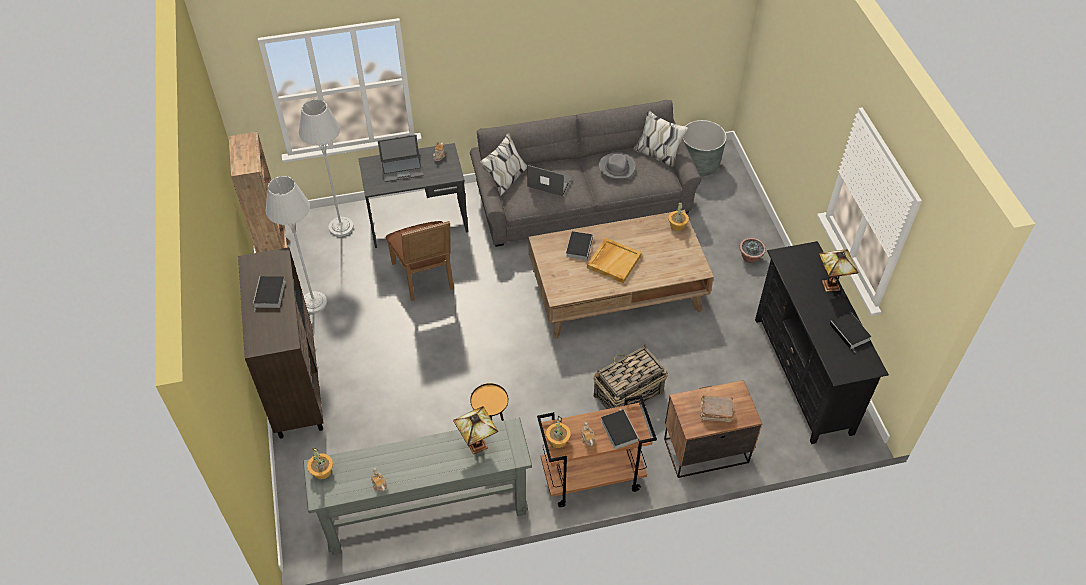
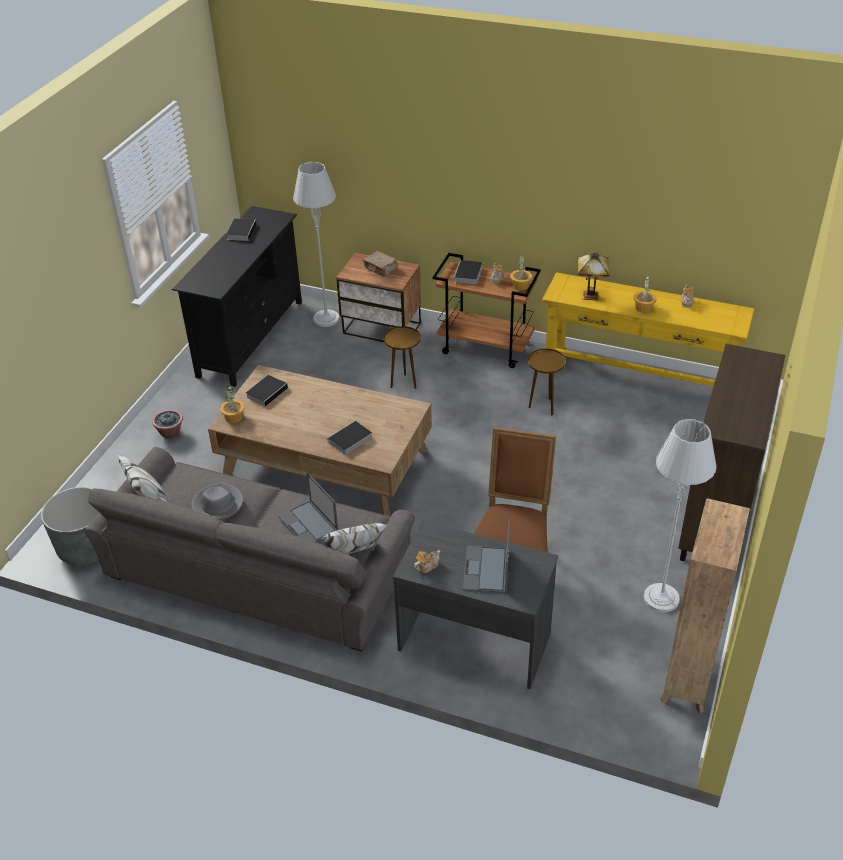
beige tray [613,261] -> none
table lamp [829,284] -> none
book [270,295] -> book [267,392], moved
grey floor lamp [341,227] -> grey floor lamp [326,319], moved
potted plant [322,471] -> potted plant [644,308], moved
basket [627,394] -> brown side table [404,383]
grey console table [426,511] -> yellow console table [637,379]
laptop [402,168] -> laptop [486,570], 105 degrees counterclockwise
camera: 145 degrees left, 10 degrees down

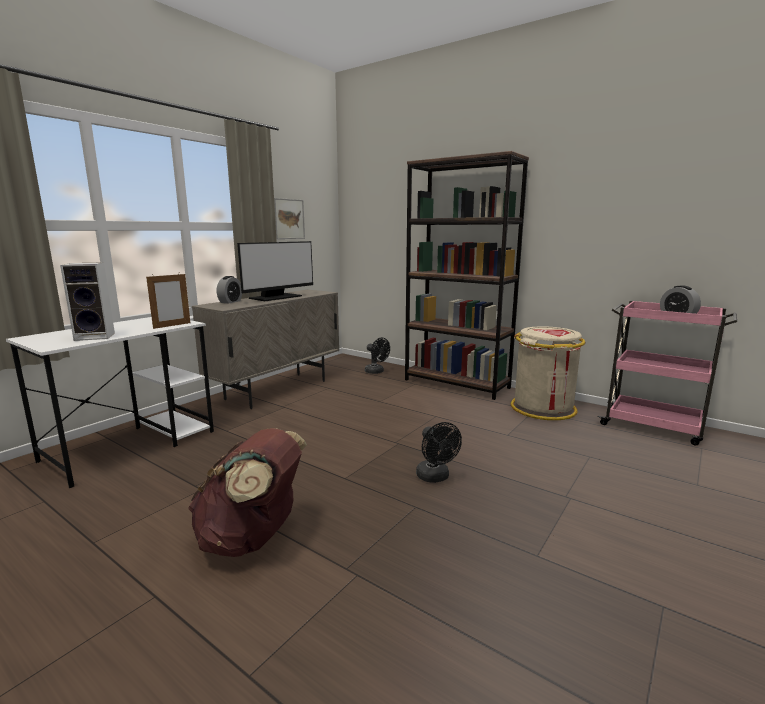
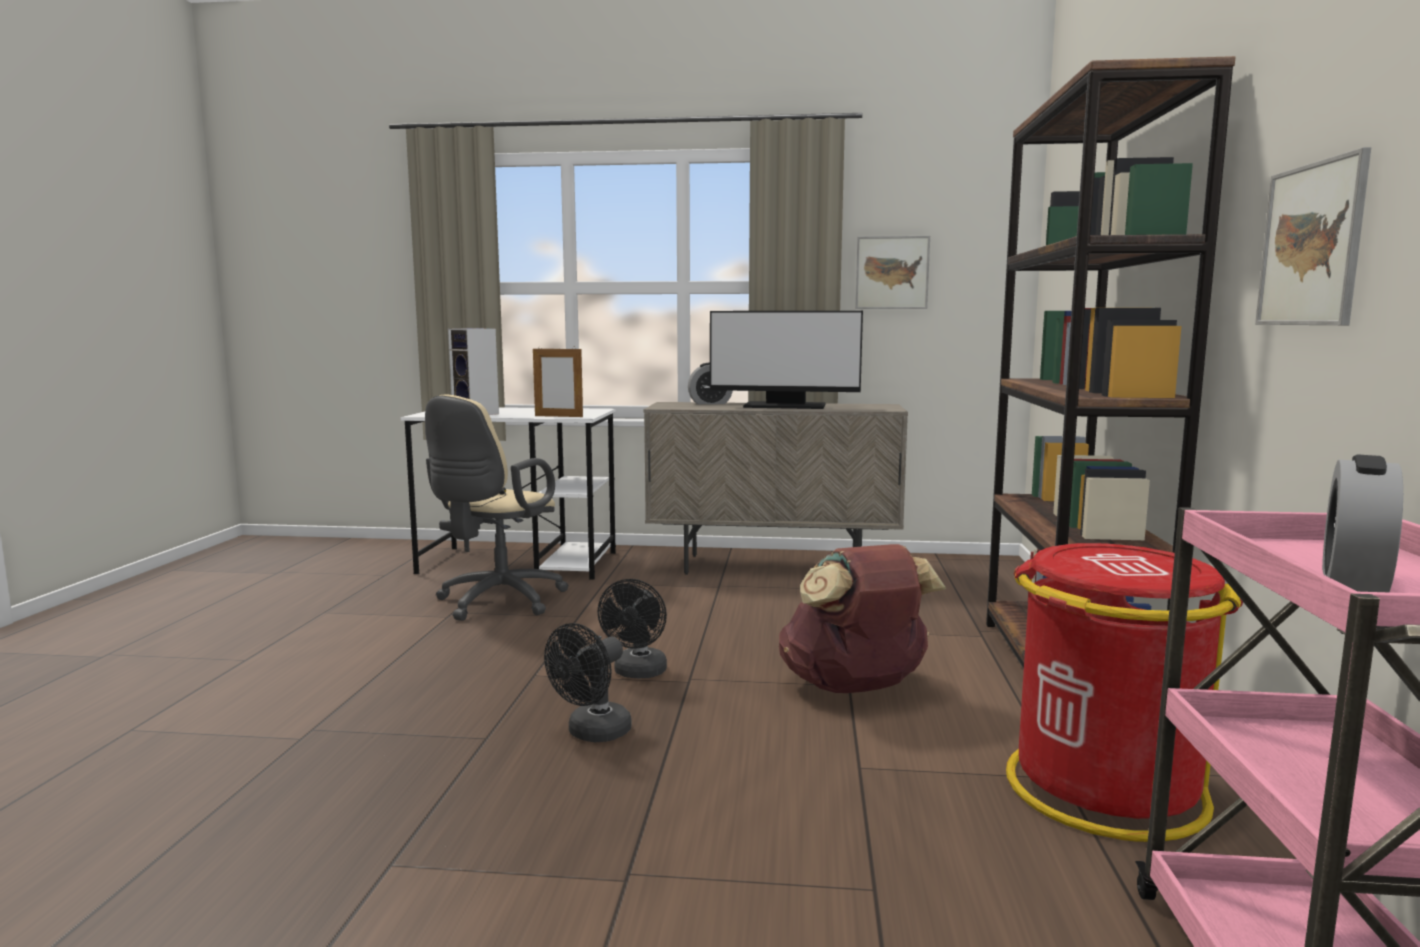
none -> beige office chair [496,603]
none -> picture [1311,245]
brown backpack [252,538] -> brown backpack [855,687], moved
black fan [376,372] -> black fan [638,673], moved
beige trash can [543,408] -> red trash can [1103,789]
camera: 60 degrees right, 5 degrees down

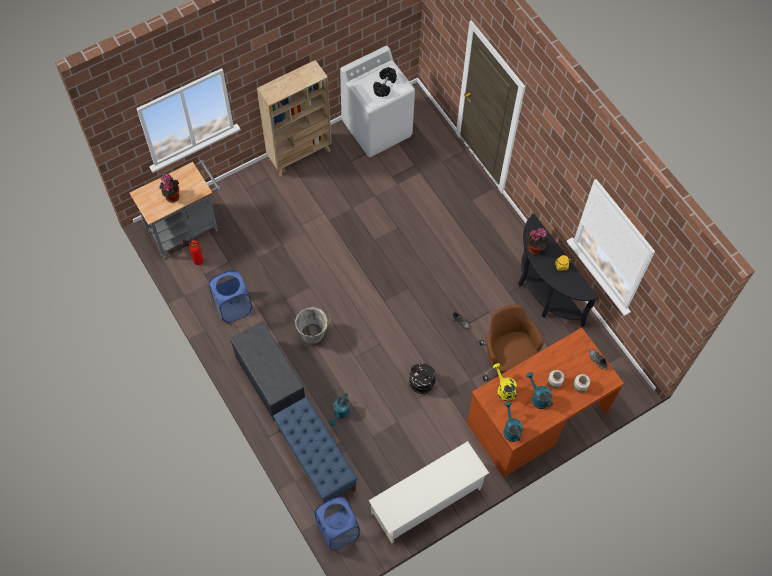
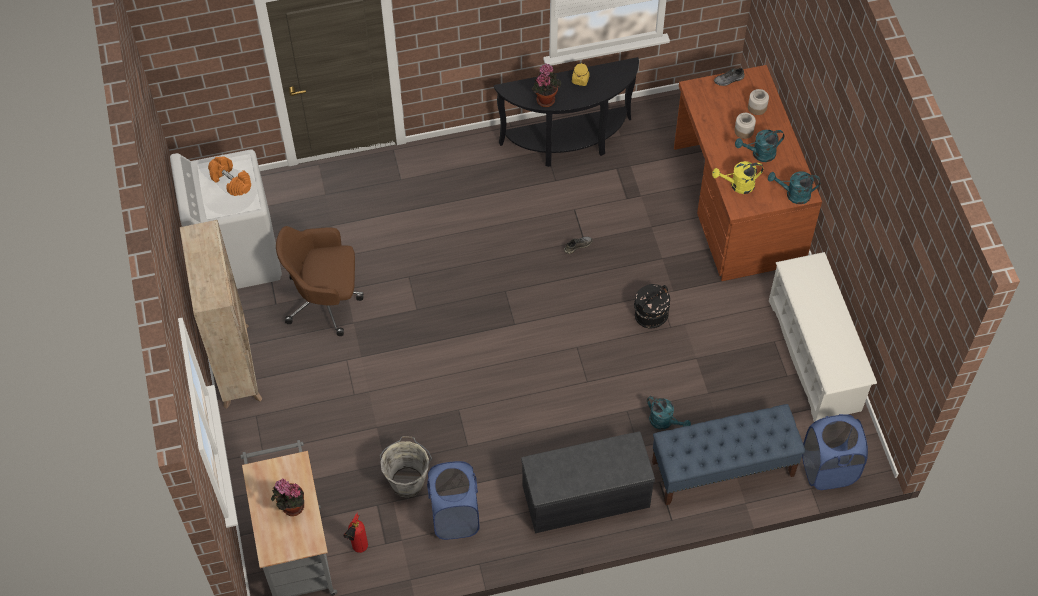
grey bucket [313,334] -> grey bucket [407,481], moved
brown office chair [507,360] -> brown office chair [326,300], moved
black dumbbell [384,85] -> orange dumbbell [230,181]
camera: 70 degrees left, 5 degrees down

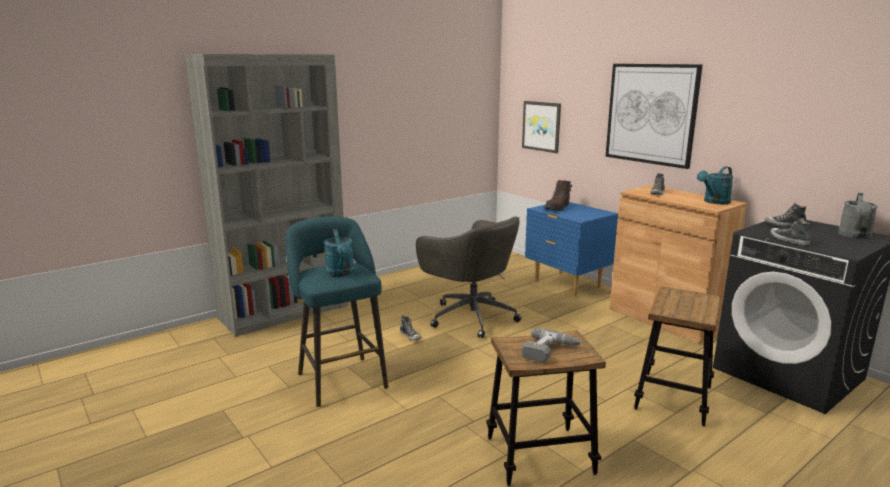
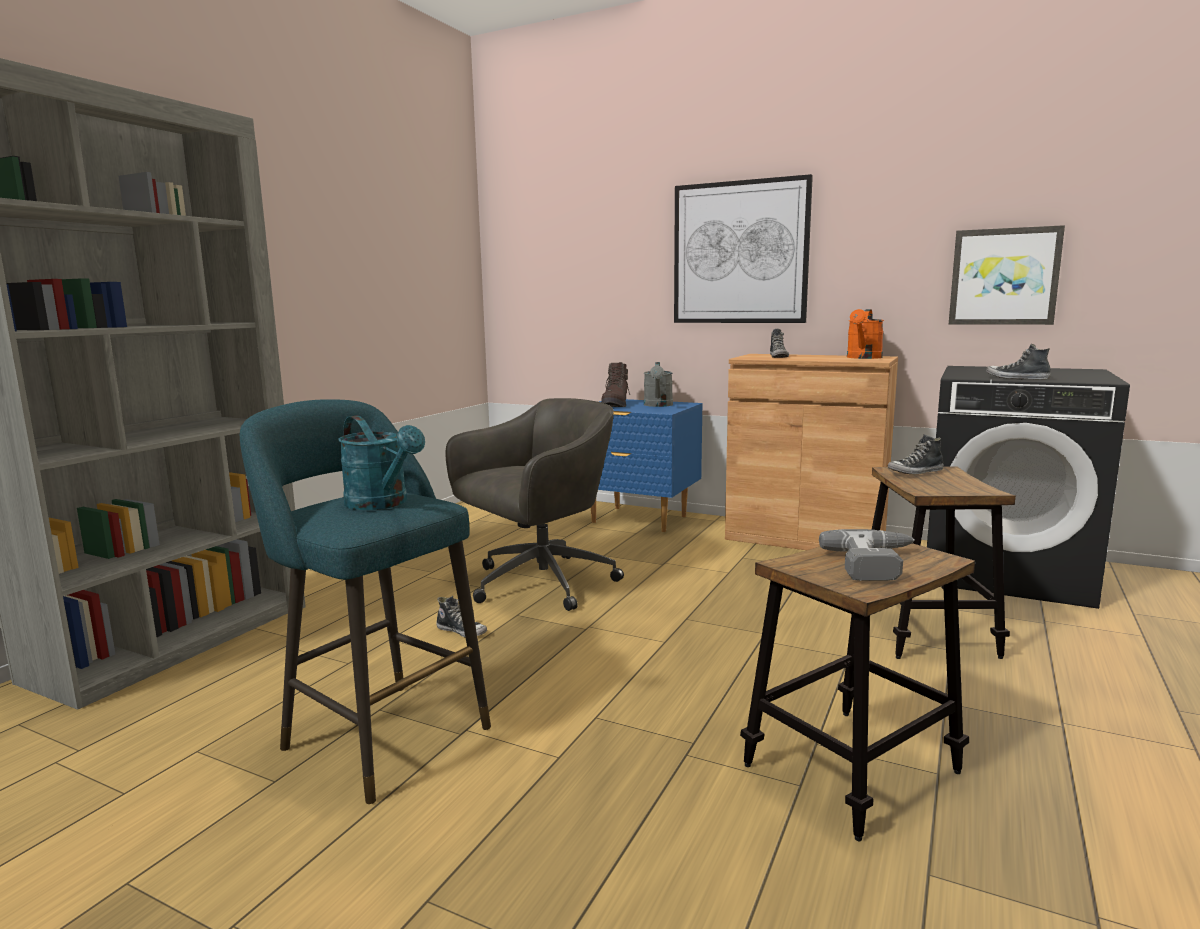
picture [541,126] -> picture [1004,277], moved
shoe [784,225] -> shoe [915,472], moved
grey watering can [855,236] -> grey watering can [658,405], moved
turquoise watering can [714,202] -> orange watering can [863,358]
grey office chair [470,316] -> grey office chair [539,584], 60 degrees counterclockwise
camera: 25 degrees left, 5 degrees down

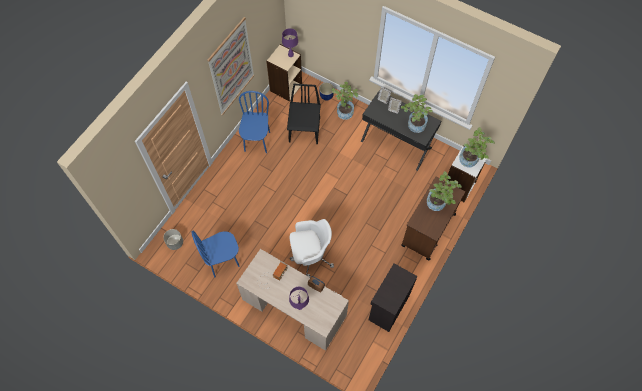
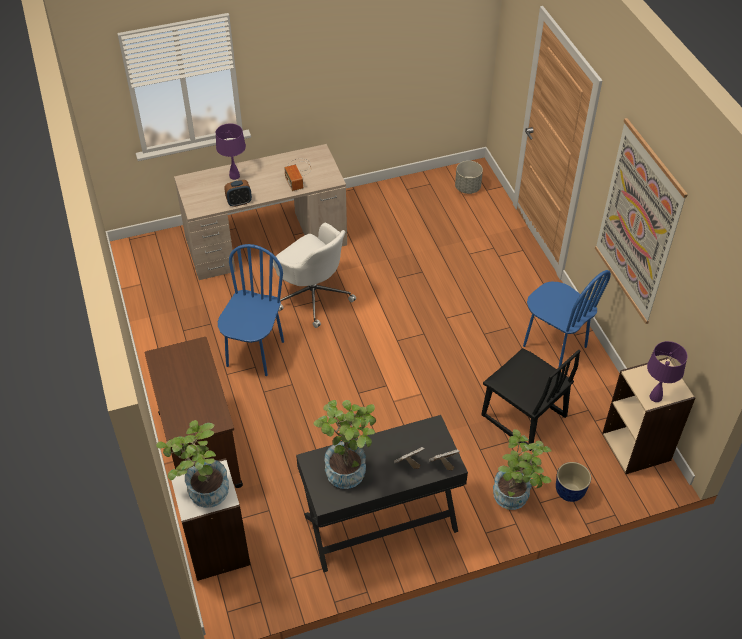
black cabinet [388,307] -> none
potted plant [438,204] -> none
blue chair [222,261] -> blue chair [254,353], moved
white office chair [310,255] -> white office chair [313,295], 75 degrees counterclockwise
camera: 130 degrees right, 15 degrees down

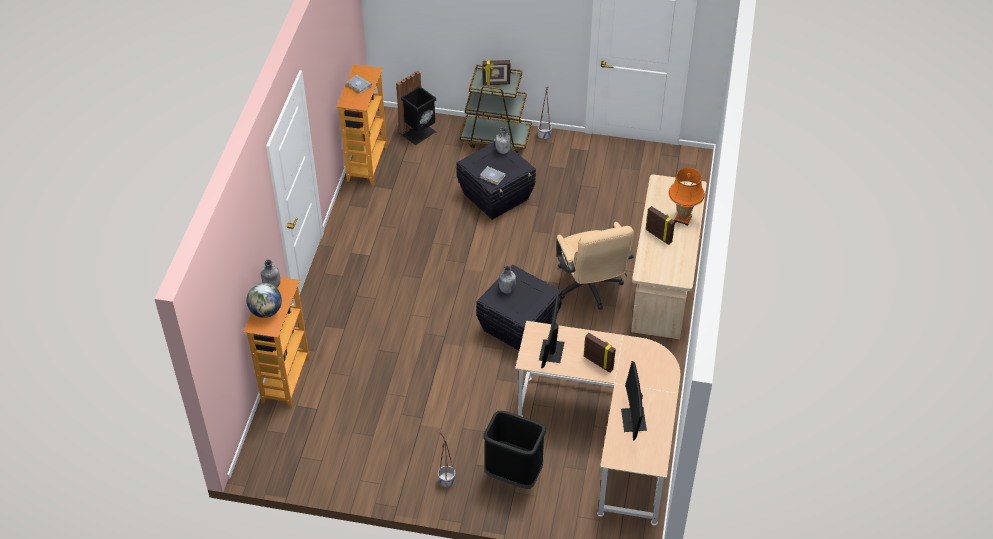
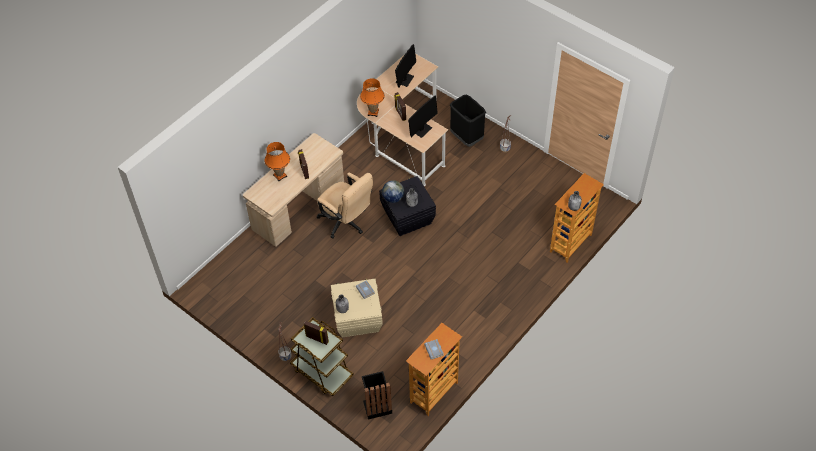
none -> orange table lamp [373,112]
globe [266,311] -> globe [393,198], moved
black storage box [496,196] -> beige storage box [357,318]
beige office chair [590,289] -> beige office chair [346,223], 120 degrees clockwise
camera: 150 degrees left, 5 degrees up

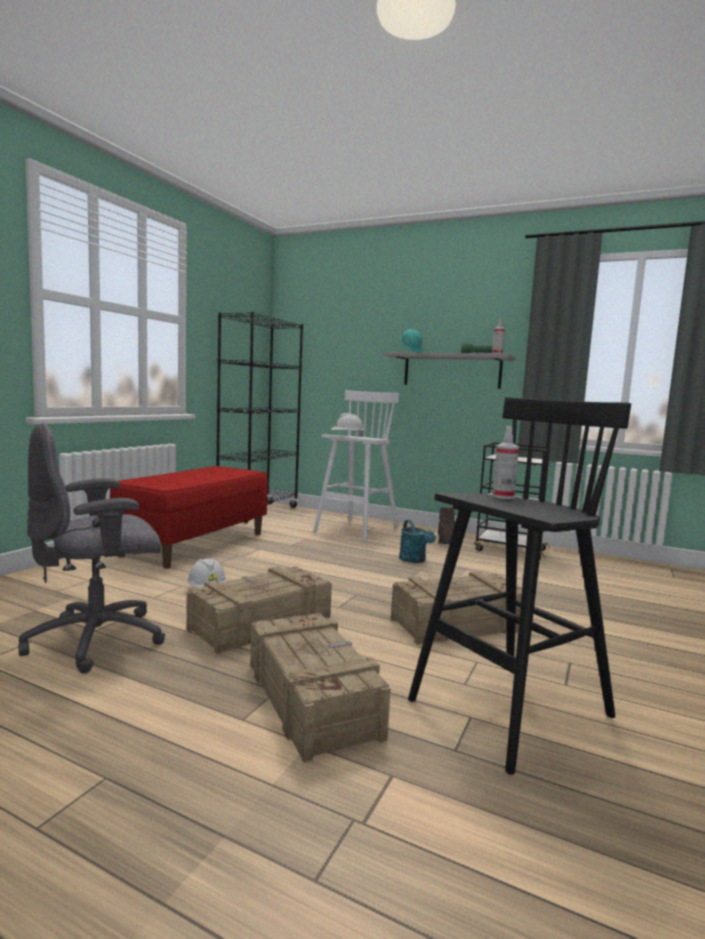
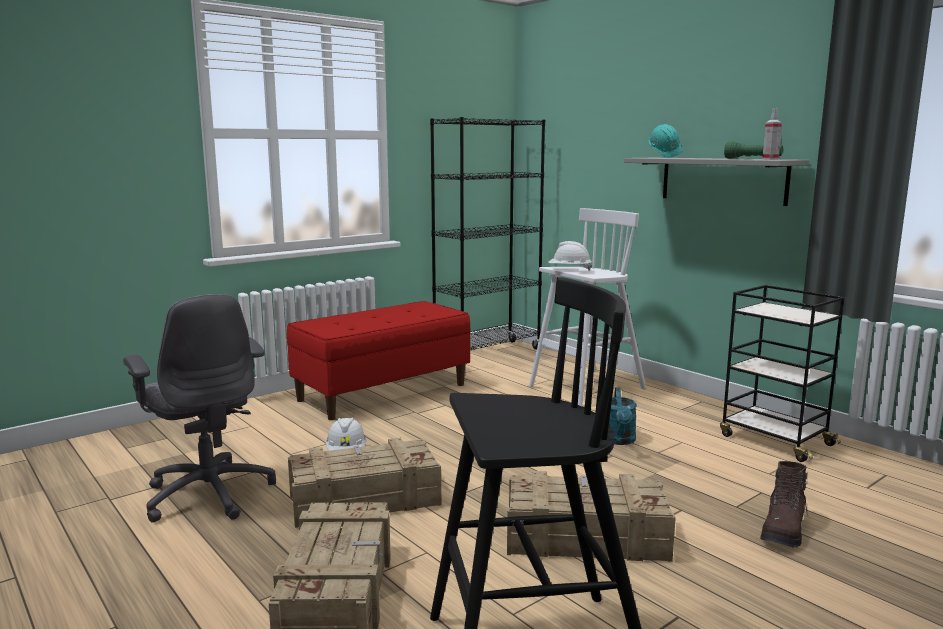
spray bottle [503,496] -> none
brown boot [446,541] -> brown boot [783,531], moved
grey office chair [99,640] -> grey office chair [209,493], 120 degrees counterclockwise
camera: 25 degrees right, 5 degrees up

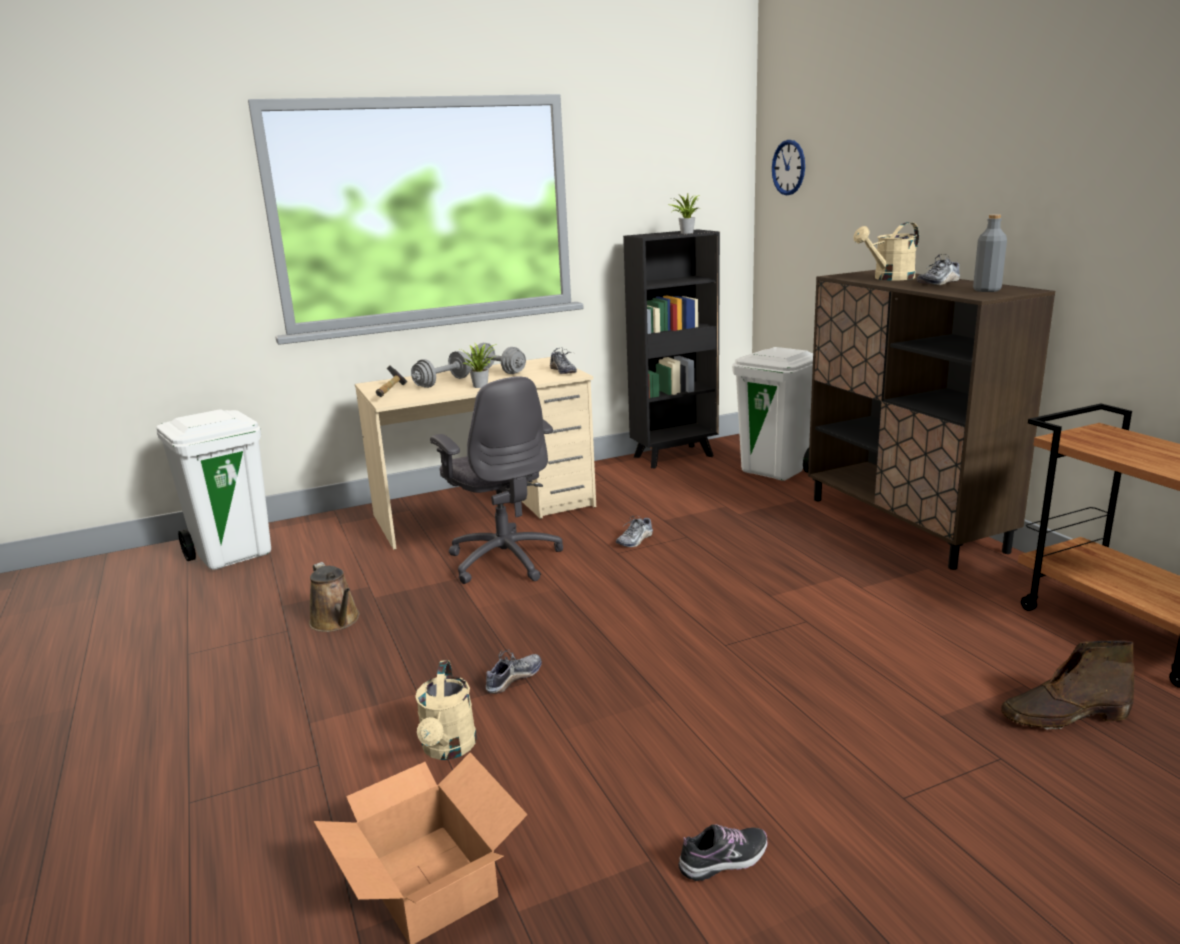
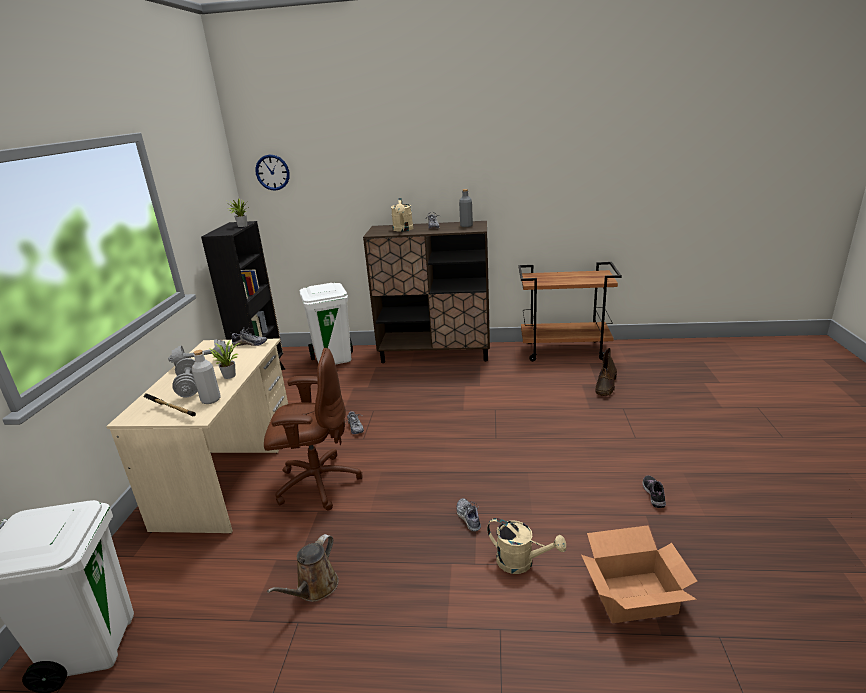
none -> grey bottle [211,400]
grey office chair [504,559] -> brown office chair [317,483]
brown watering can [336,621] -> brown watering can [314,588], 120 degrees clockwise
camera: 60 degrees left, 5 degrees up

